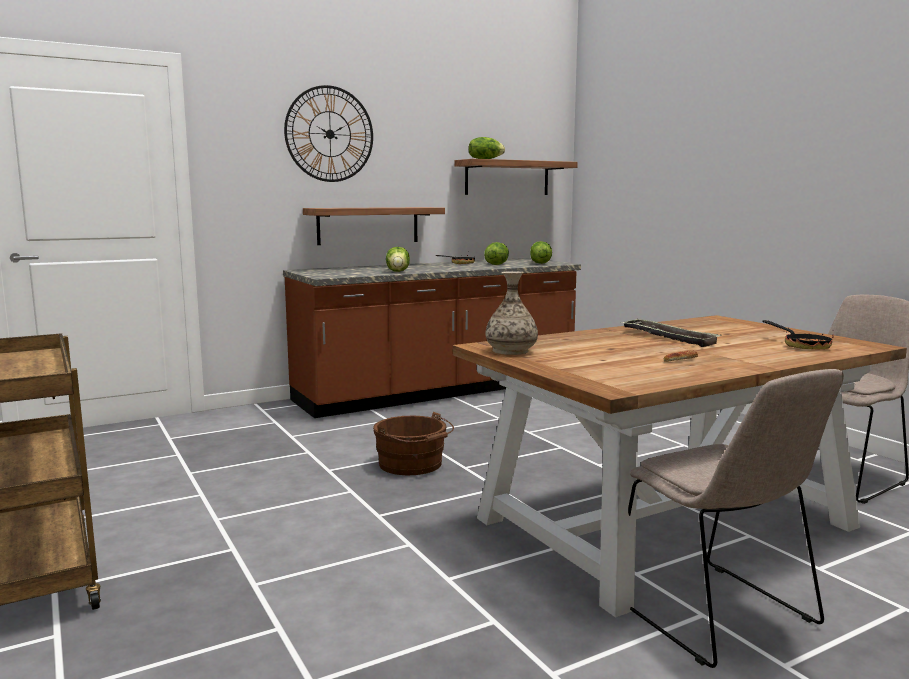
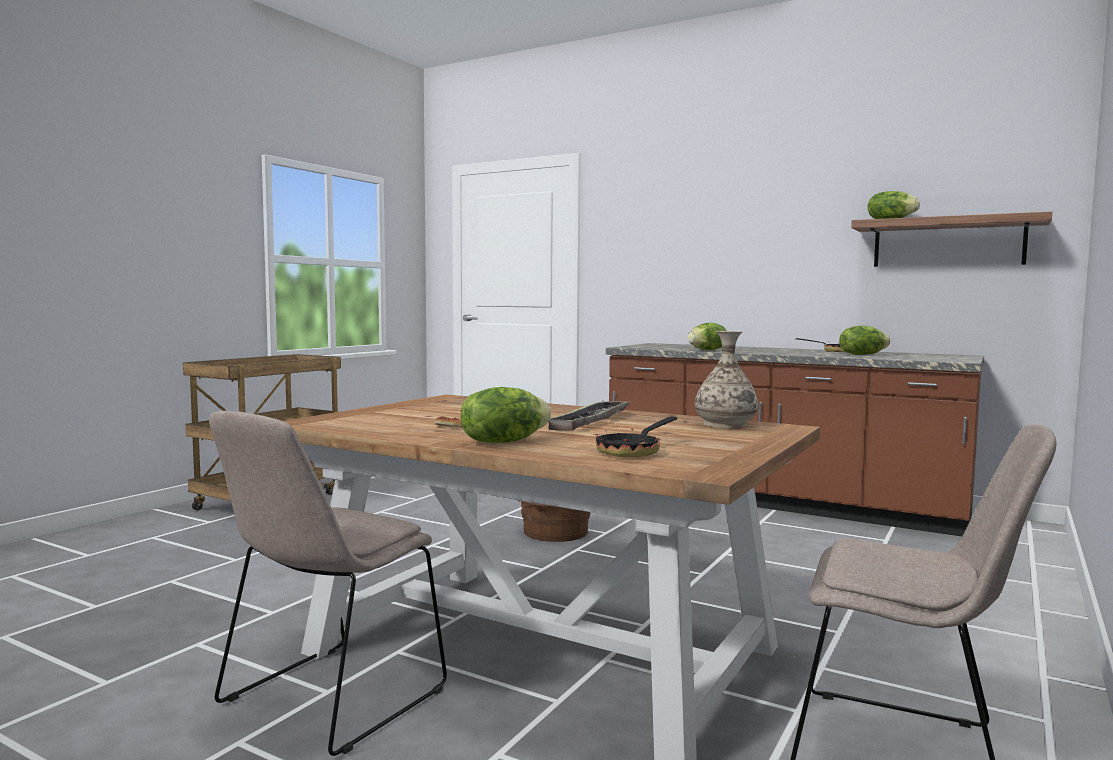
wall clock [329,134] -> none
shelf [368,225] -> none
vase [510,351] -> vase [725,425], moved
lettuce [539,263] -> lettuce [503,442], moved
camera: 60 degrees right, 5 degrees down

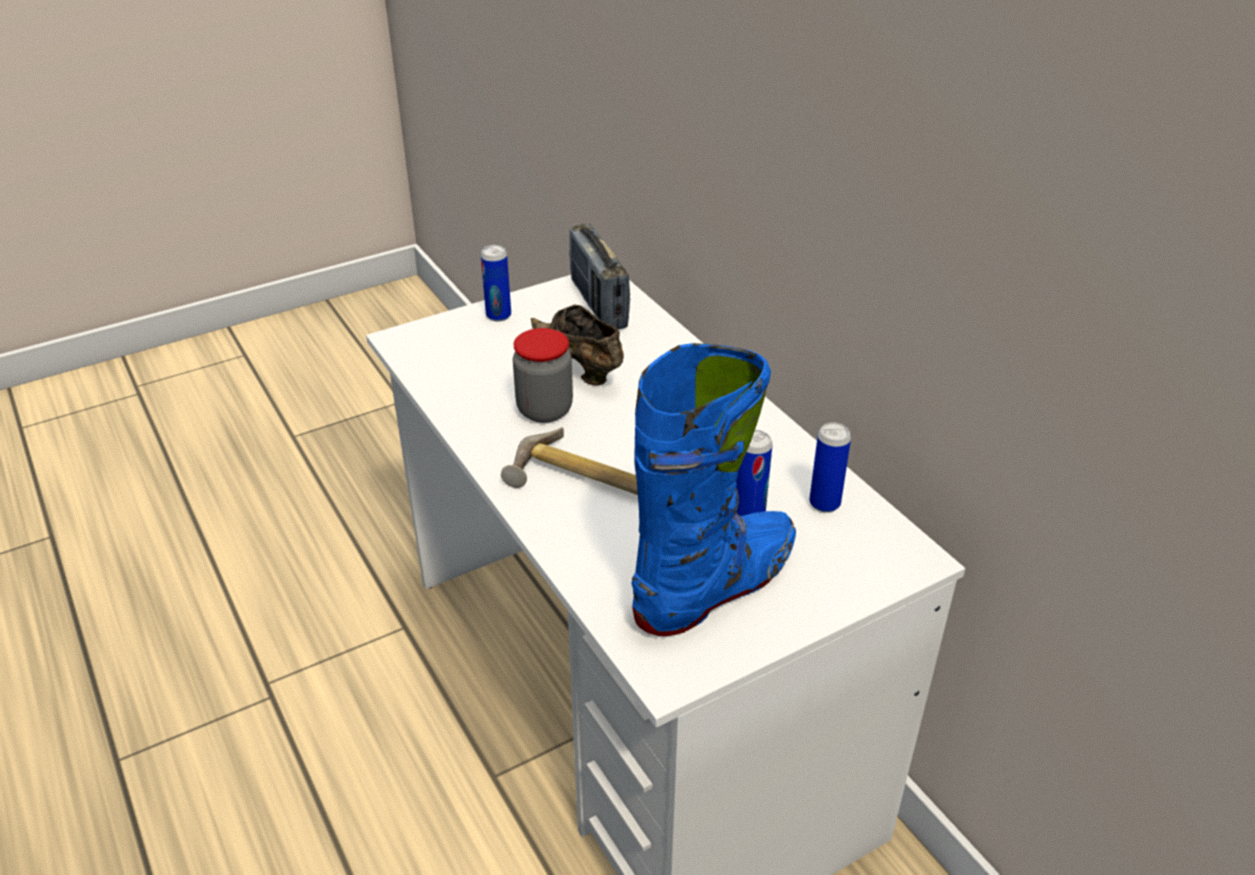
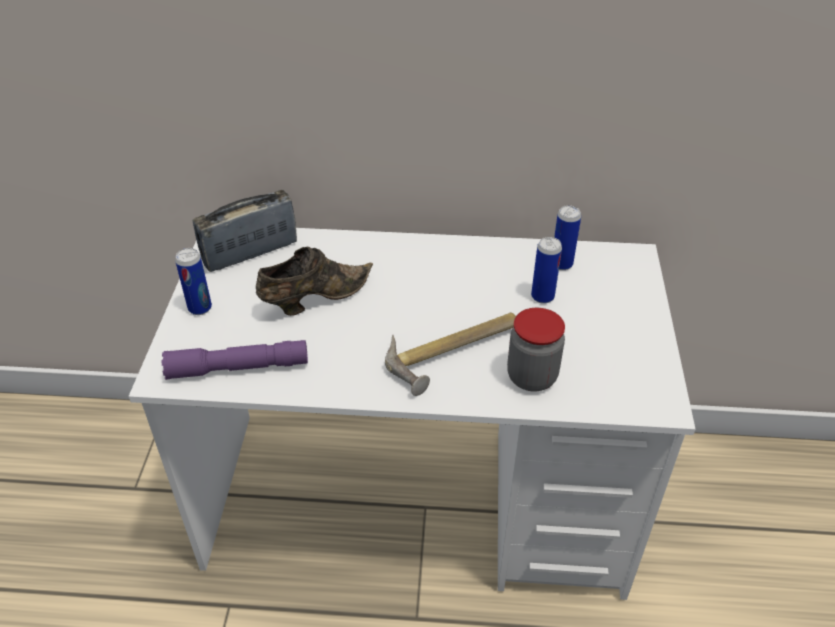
blue boot [715,587] -> none
none -> purple flashlight [238,368]
jar [545,410] -> jar [532,377], moved
brown shoe [576,367] -> brown shoe [314,299], 150 degrees clockwise
radio [598,305] -> radio [250,253], 135 degrees clockwise
camera: 55 degrees left, 5 degrees up

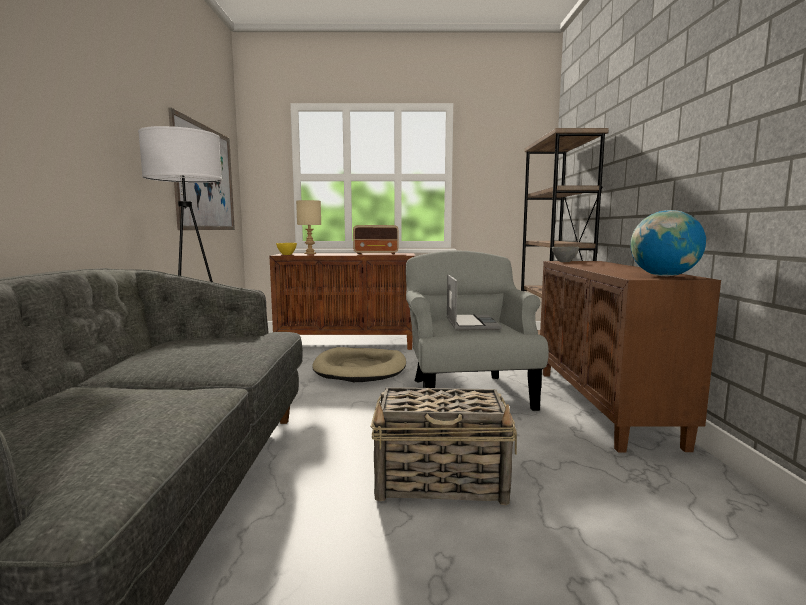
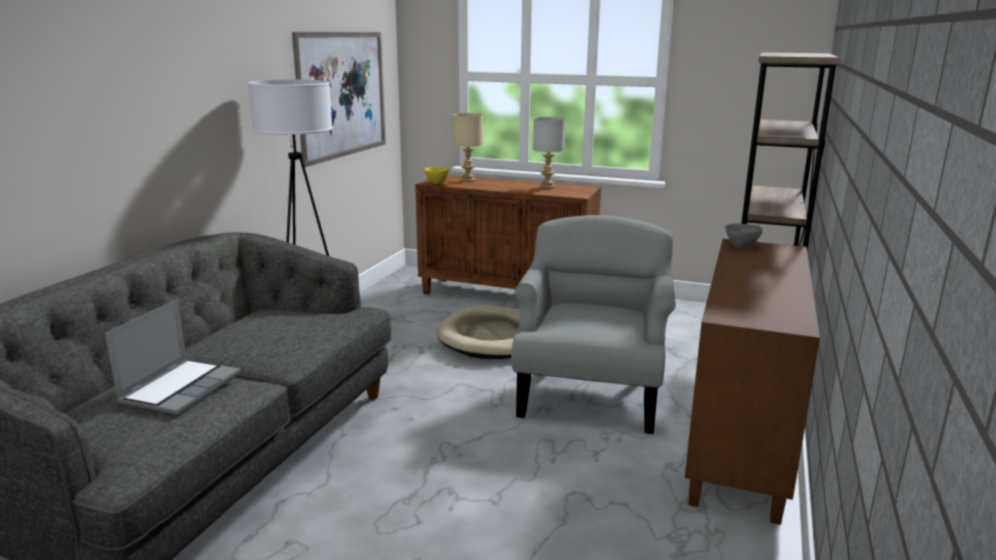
basket [442,481] -> none
globe [663,276] -> none
laptop [470,324] -> laptop [181,388], moved
radio [376,253] -> grey table lamp [547,187]
camera: 20 degrees right, 10 degrees up

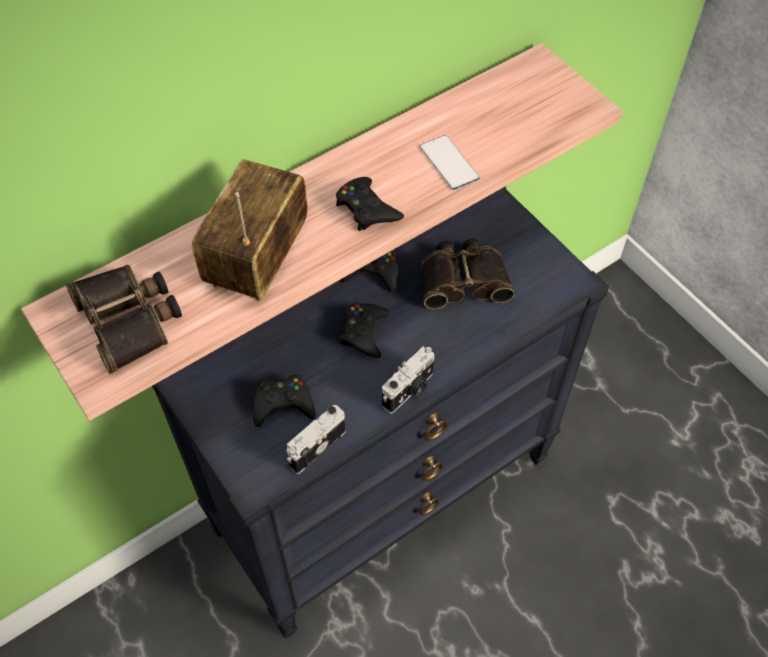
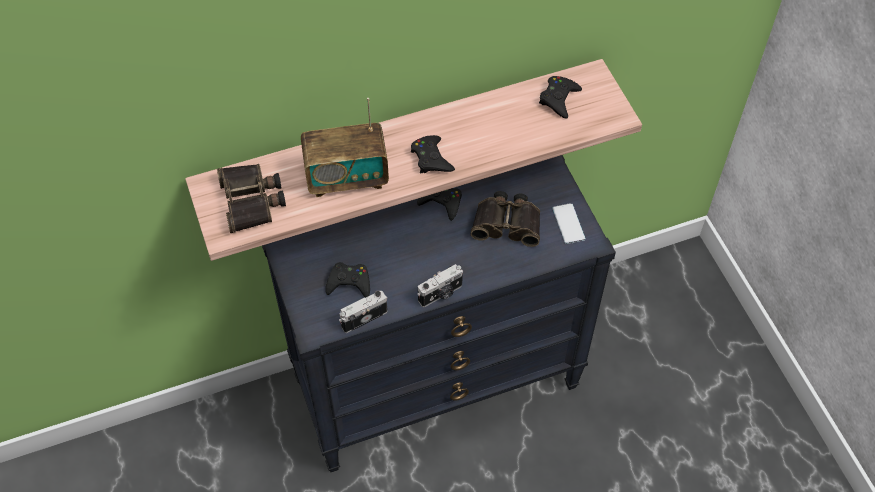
black game controller [364,332] -> black game controller [559,99], moved
phone [449,163] -> phone [568,224], moved
radio [258,258] -> radio [347,178], 135 degrees counterclockwise
camera: 15 degrees right, 0 degrees up

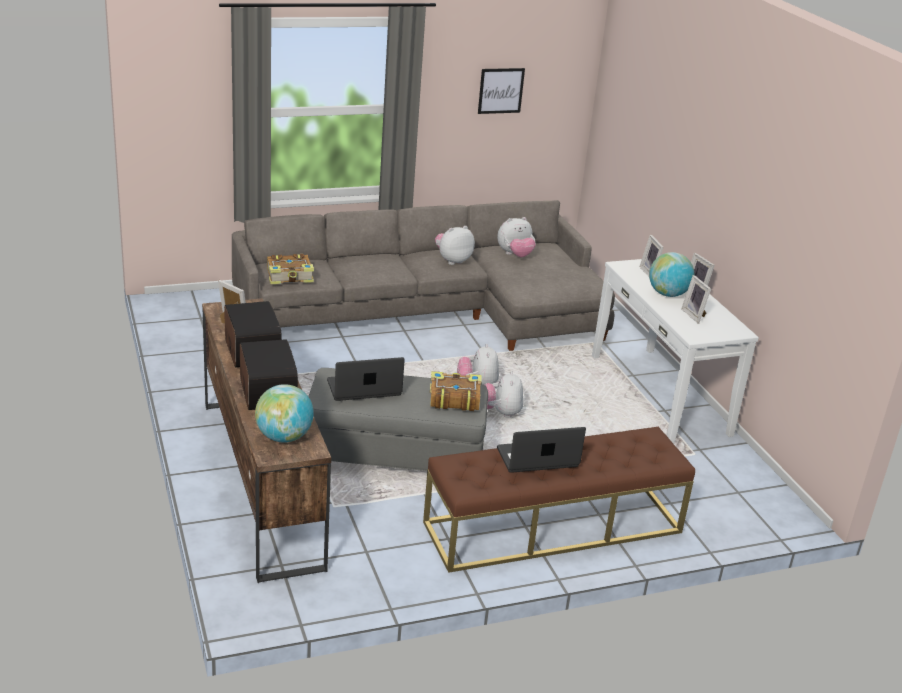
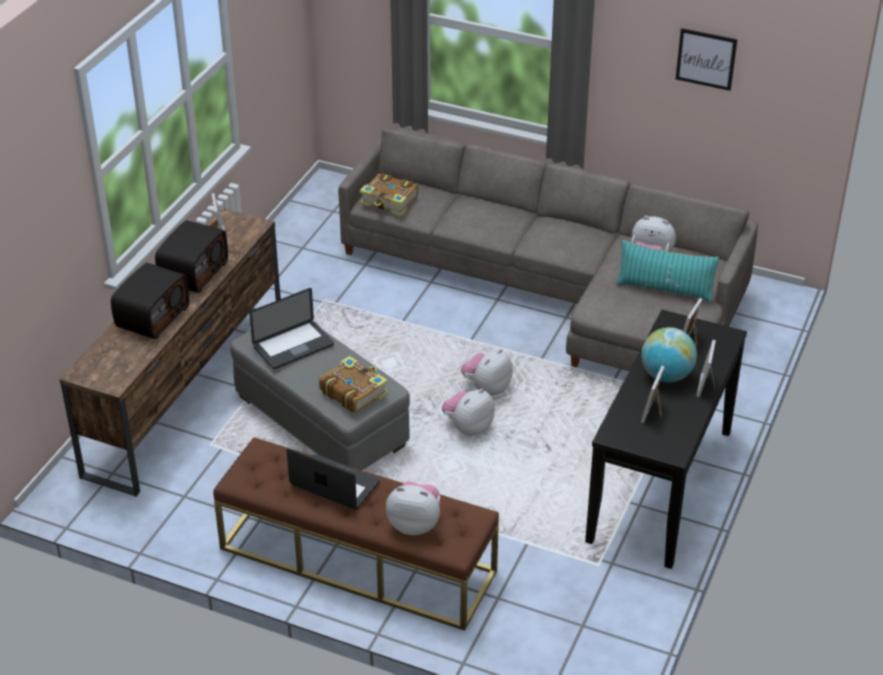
globe [284,437] -> none
none -> turquoise pillow [664,289]
plush toy [452,260] -> plush toy [415,524], moved
white console table [659,394] -> black console table [661,485]
laptop [364,388] -> laptop [293,346], 120 degrees clockwise
camera: 45 degrees right, 10 degrees up

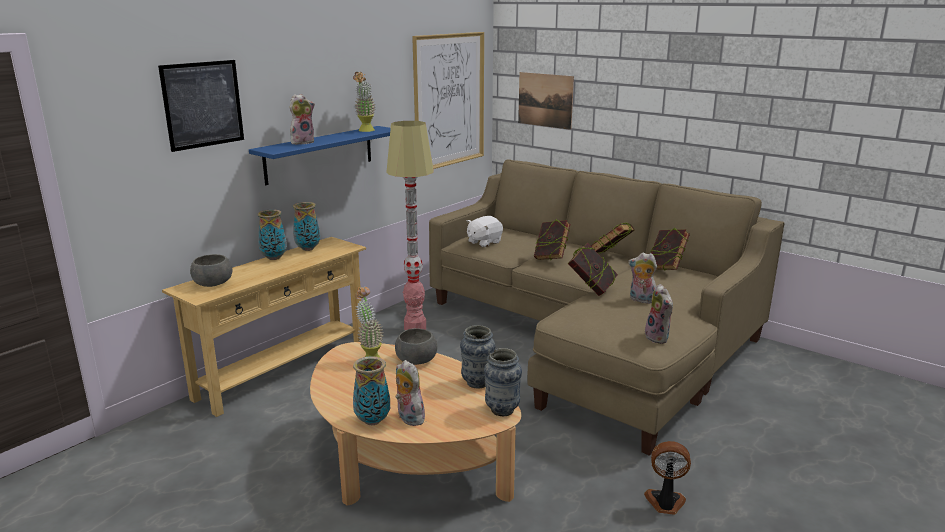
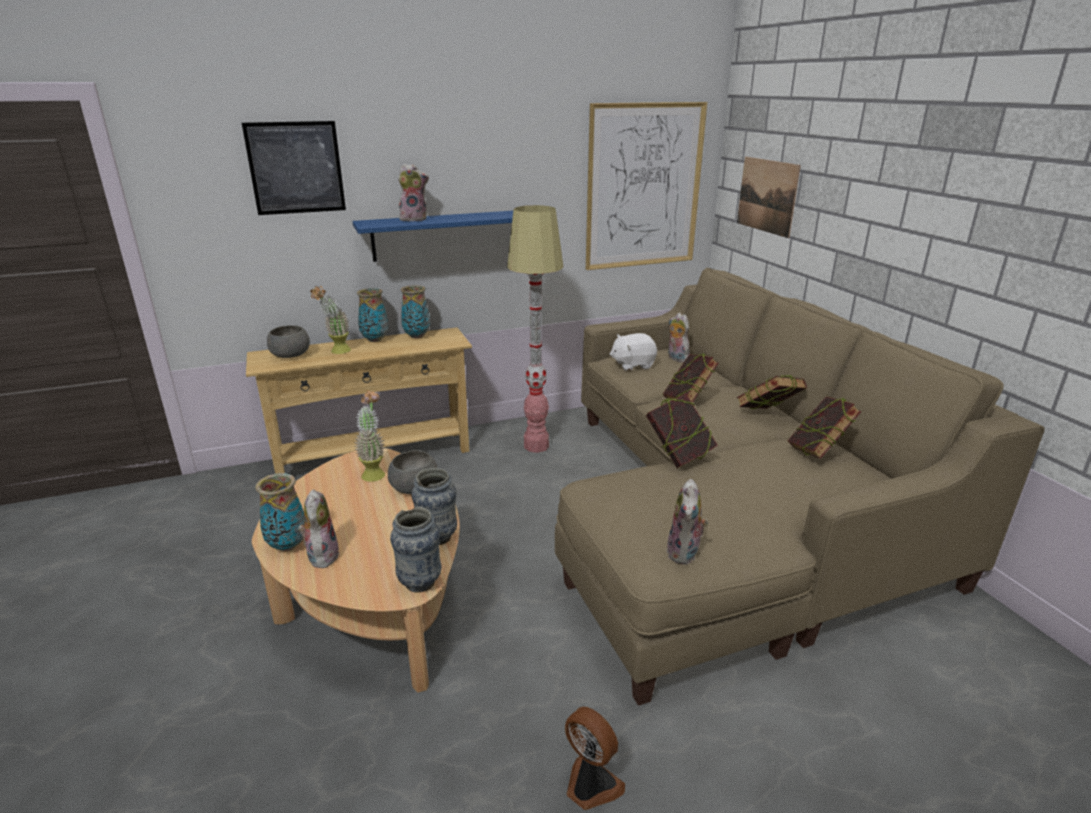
potted plant [365,131] -> potted plant [336,352], moved
plush toy [641,300] -> plush toy [676,358], moved
camera: 30 degrees right, 5 degrees up

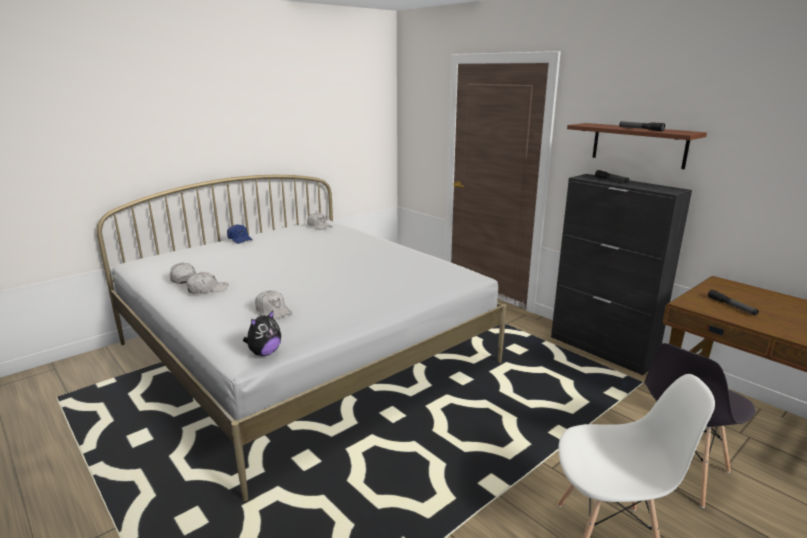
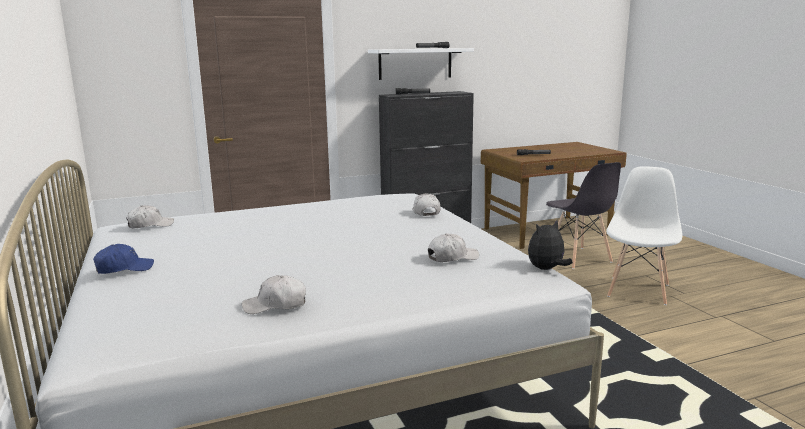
white cap [207,289] -> white cap [425,212], moved
brown shelf [638,145] -> white shelf [415,63]
plush toy [264,353] -> plush toy [547,269], 90 degrees counterclockwise
camera: 70 degrees left, 5 degrees down

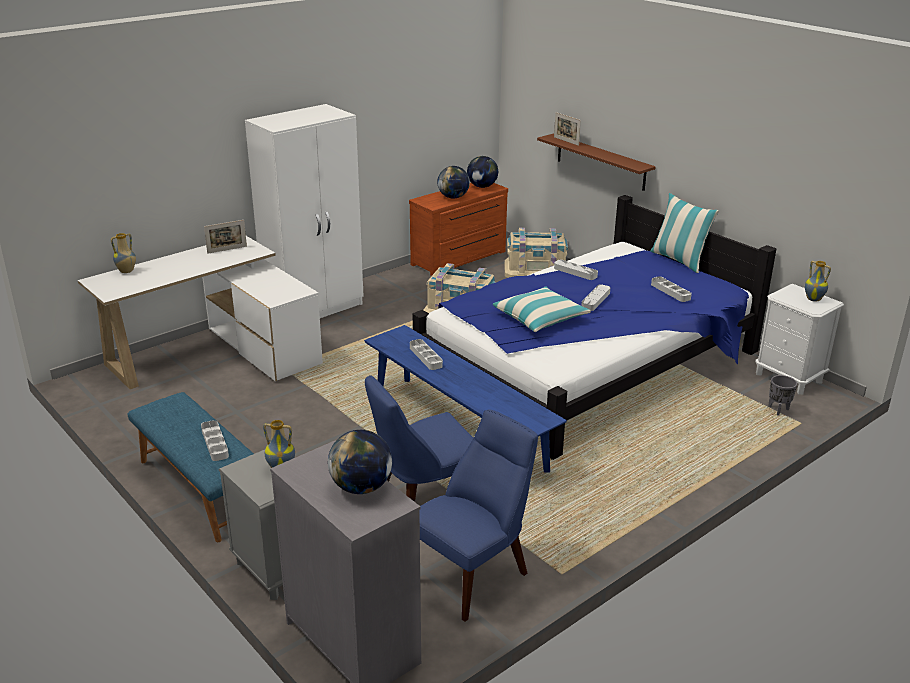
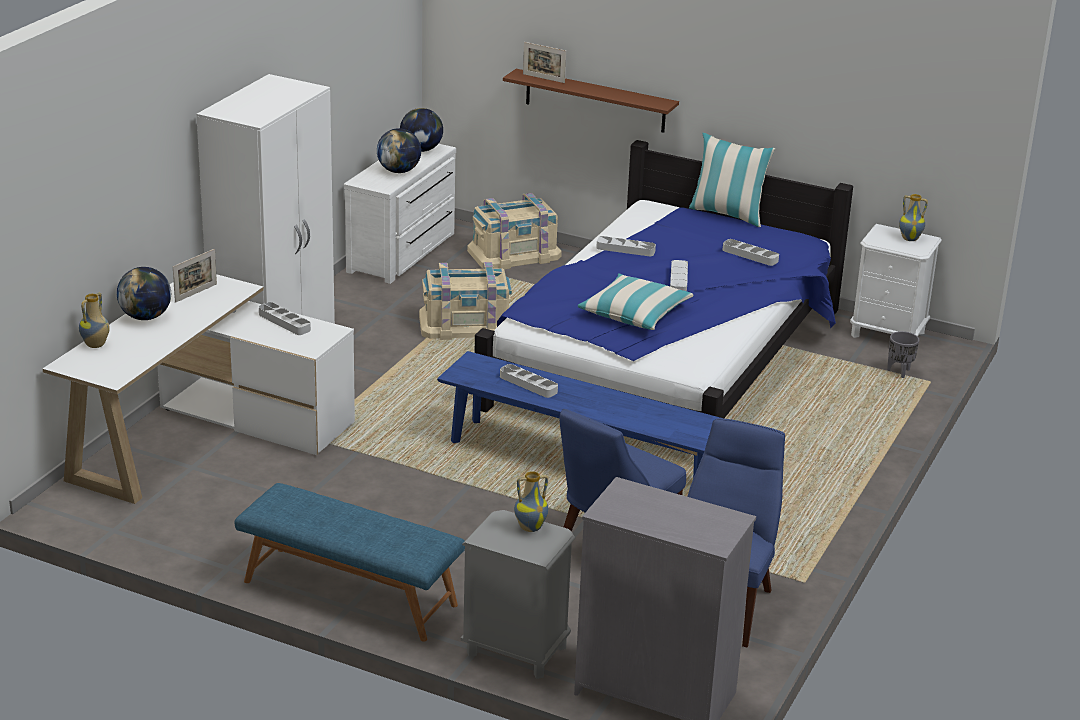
grey tray [215,443] -> grey tray [284,322], moved
globe [361,487] -> globe [145,317], moved
brown dresser [460,259] -> white dresser [404,253]
camera: 25 degrees left, 0 degrees up

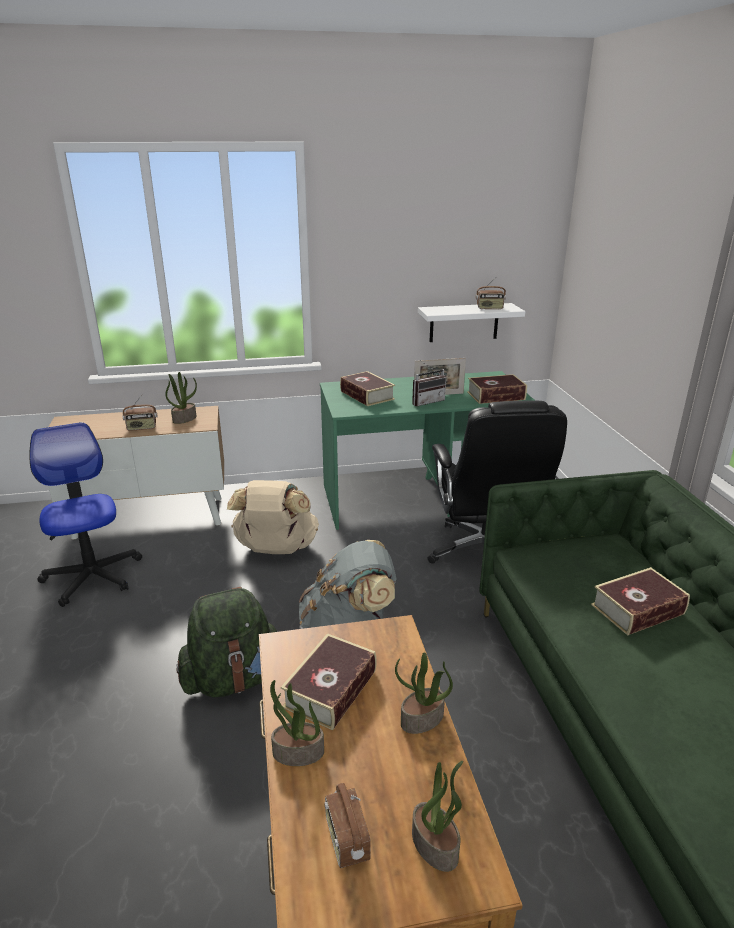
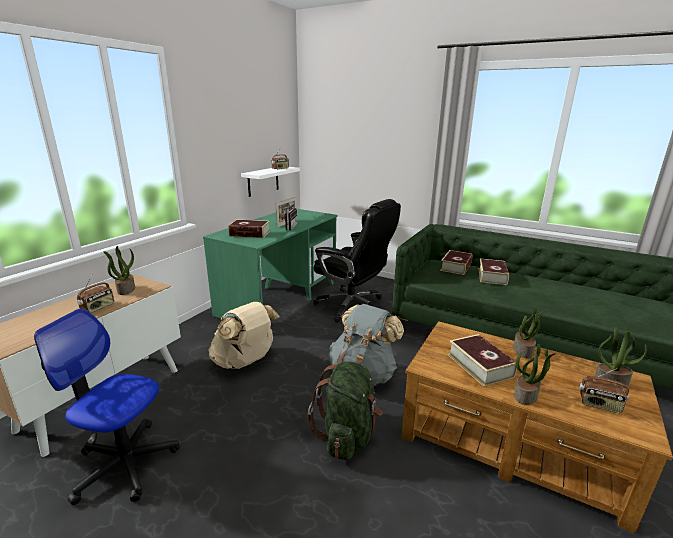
book [496,396] -> book [456,267], moved
camera: 50 degrees left, 5 degrees down

